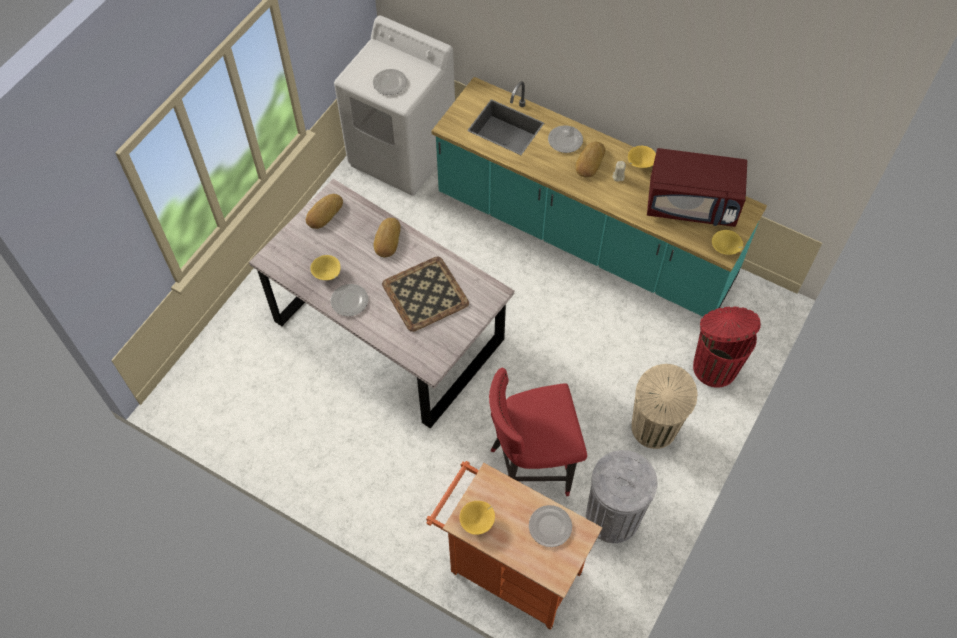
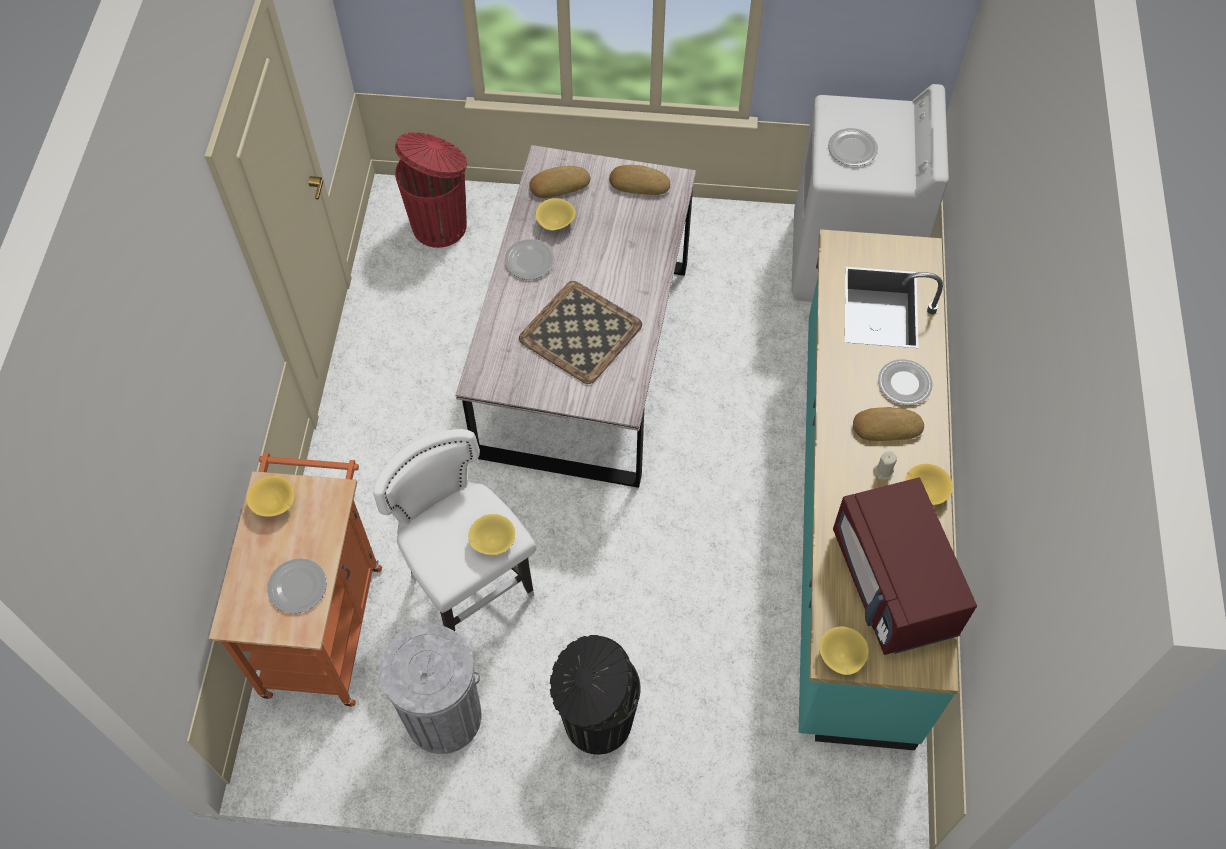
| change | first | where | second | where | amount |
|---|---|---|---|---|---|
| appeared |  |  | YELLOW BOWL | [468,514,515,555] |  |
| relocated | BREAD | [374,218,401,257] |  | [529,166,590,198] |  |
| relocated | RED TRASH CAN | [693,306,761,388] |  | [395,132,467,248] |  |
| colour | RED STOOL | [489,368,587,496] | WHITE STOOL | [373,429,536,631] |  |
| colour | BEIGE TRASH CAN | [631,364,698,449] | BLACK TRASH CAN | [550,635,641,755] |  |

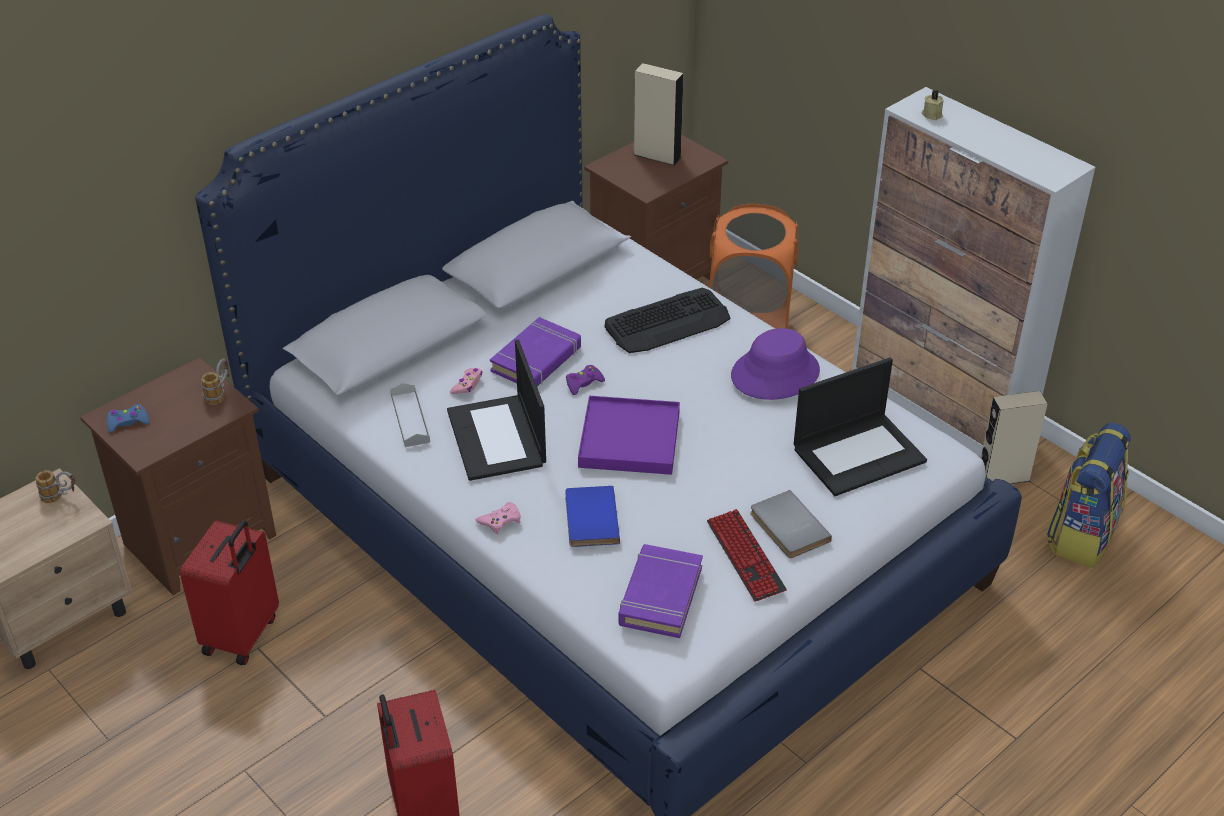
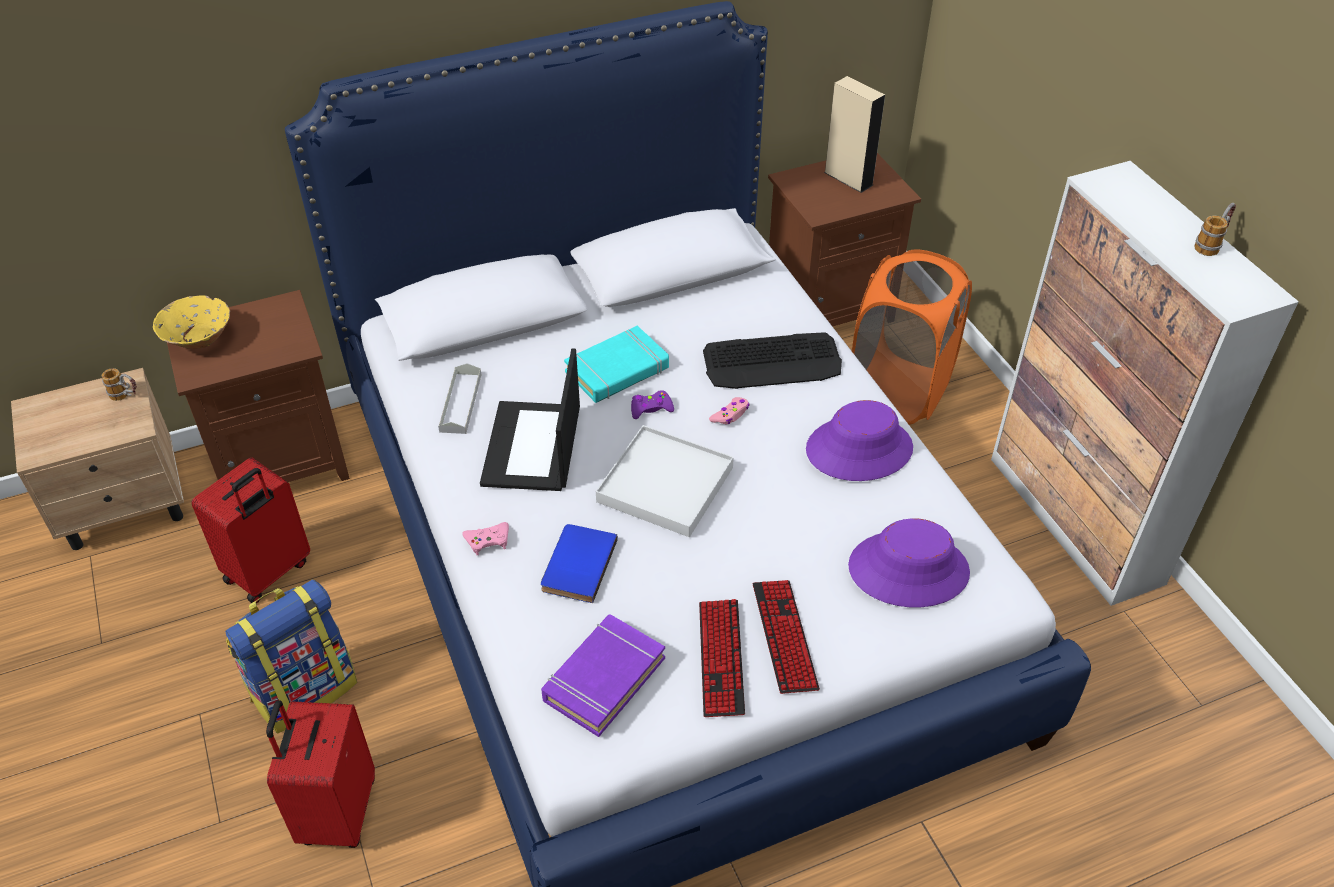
| change | first | where | second | where | amount |
|---|---|---|---|---|---|
| missing | BEIGE CANDLE | [922,90,944,120] |  |  |  |
| missing | BEIGE SPEAKER | [981,391,1048,484] |  |  |  |
| relocated | MUG | [201,359,230,405] |  | [1194,203,1236,256] |  |
| relocated | PINK GAME CONTROLLER | [450,368,482,394] |  | [709,397,750,424] |  |
| relocated | BACKPACK | [1046,423,1131,568] |  | [225,579,357,733] |  |
| exchanged | BLUE GAME CONTROLLER | [107,404,150,433] | YELLOW BOWL | [153,295,230,349] |  |
| exchanged | GREY BOOK | [750,490,832,558] | KEYBOARD | [753,580,820,694] |  |
| exchanged | LAPTOP | [794,358,927,496] | PURPLE HAT | [848,518,970,607] |  |
| colour | PURPLE BOOK | [490,317,581,386] | TURQUOISE BOOK | [564,326,669,403] |  |
| colour | PURPLE TRAY | [578,396,680,475] | WHITE TRAY | [596,425,734,537] |  |

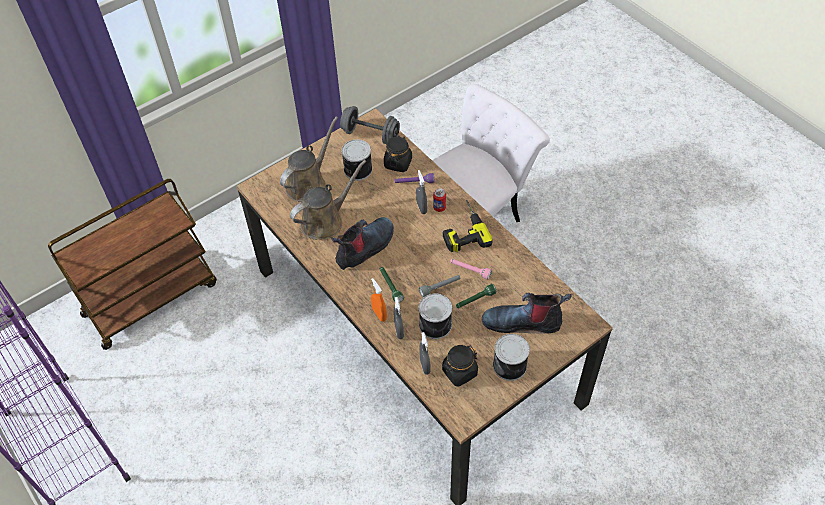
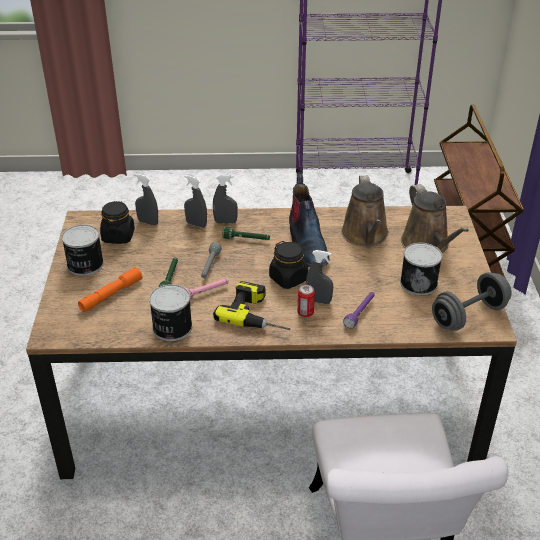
| change | first | where | second | where | amount |
|---|---|---|---|---|---|
| relocated | BLACK JAR | [384,135,412,172] |  | [269,241,308,289] |  |
| relocated | CAN | [419,293,452,339] |  | [149,284,192,341] |  |
| exchanged | BOOT | [482,293,572,334] | ORANGE FLASHLIGHT | [78,267,143,312] |  |
| colour | ORANGE SPRAY BOTTLE | [371,278,387,322] | GREY SPRAY BOTTLE | [213,174,238,224] |  |

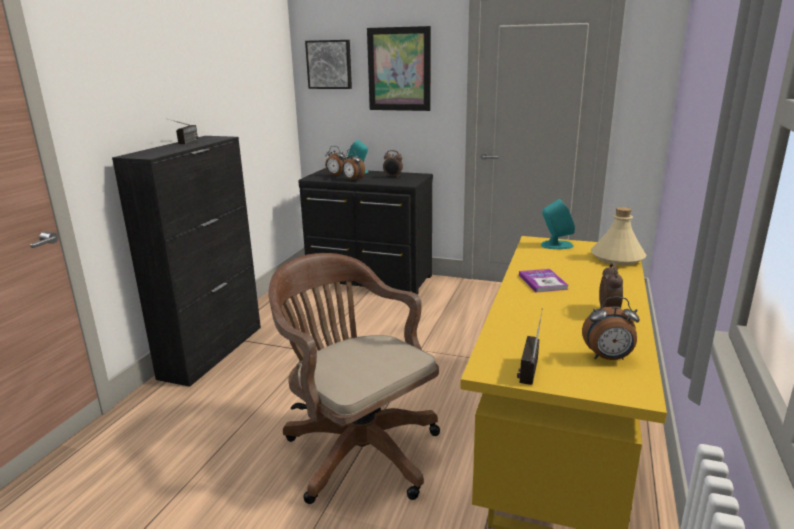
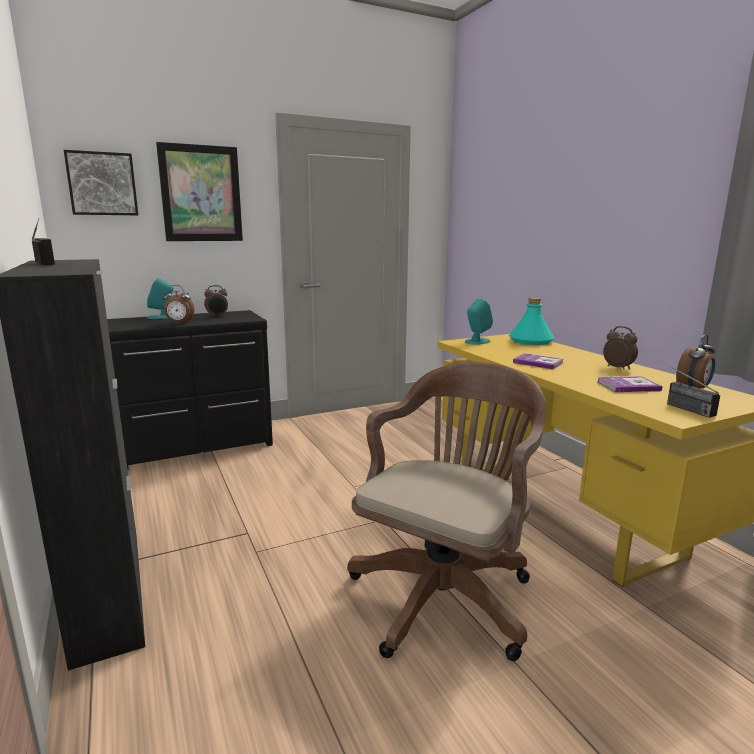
| change | first | where | second | where | amount |
|---|---|---|---|---|---|
| missing | ALARM CLOCK | [325,146,346,176] |  |  |  |
| appeared |  |  | BOOK | [598,376,663,392] |  |
| colour | BEIGE BOTTLE | [591,207,646,265] | TURQUOISE BOTTLE | [509,297,554,345] |  |
| spun | BROWN OFFICE CHAIR | [269,253,440,504] |  | [347,362,546,661] | 120 degrees clockwise |

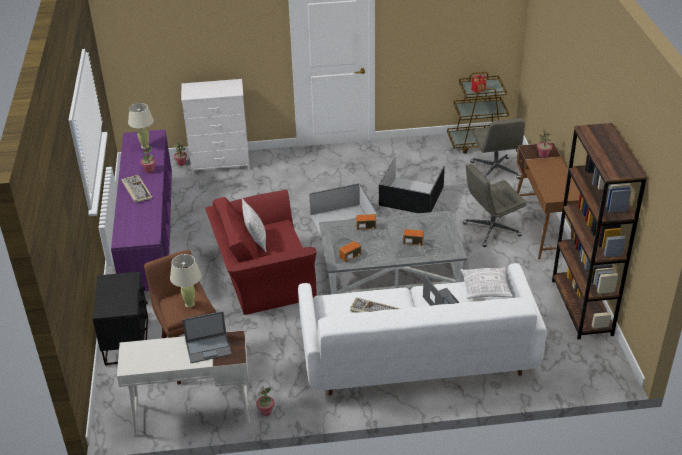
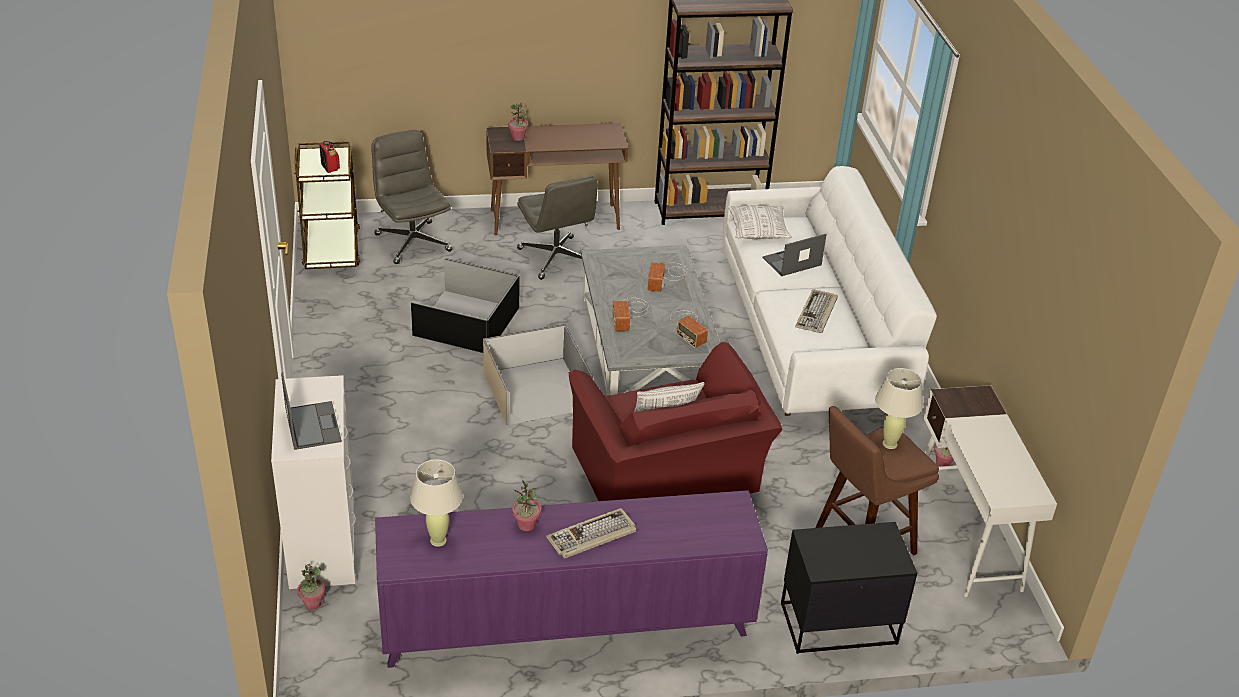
| change | first | where | second | where | amount |
|---|---|---|---|---|---|
| relocated | LAPTOP | [182,311,232,363] |  | [281,372,342,450] |  |
| spun | GREY OFFICE CHAIR | [470,118,525,179] |  | [371,130,452,264] | 105 degrees counterclockwise |

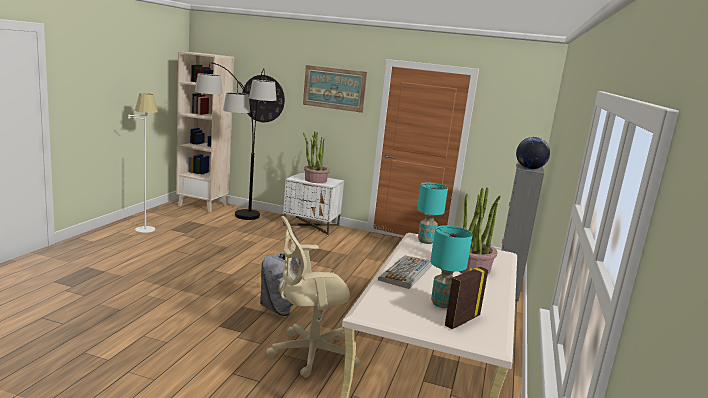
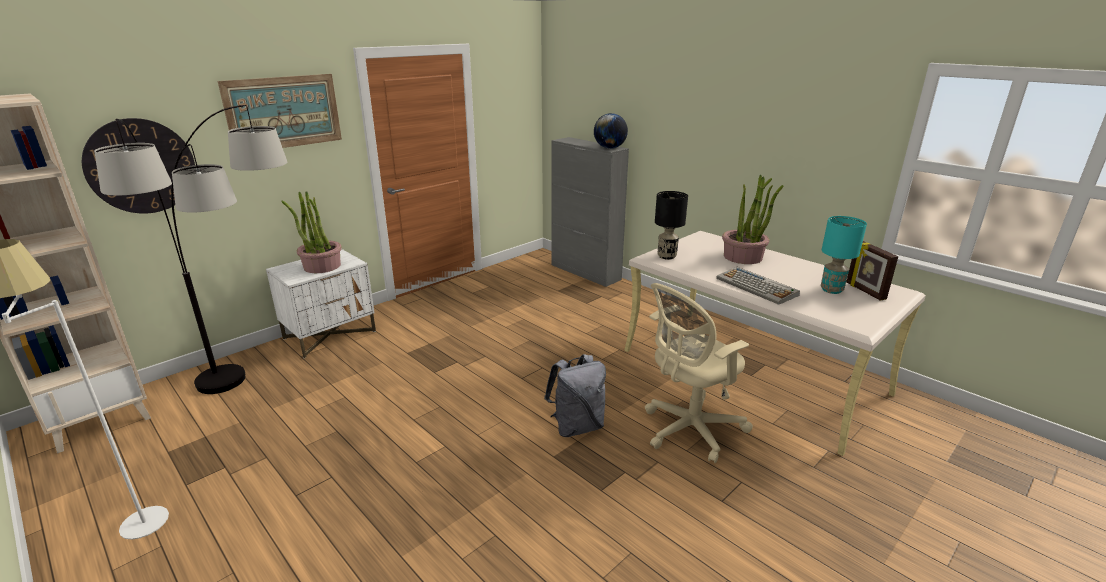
| change | first | where | second | where | amount |
|---|---|---|---|---|---|
| colour | TURQUOISE TABLE LAMP | [417,183,448,244] | BLACK TABLE LAMP | [655,191,688,260] |  |
| spun | BEIGE OFFICE CHAIR | [266,216,360,378] |  | [645,283,753,463] | 45 degrees clockwise |

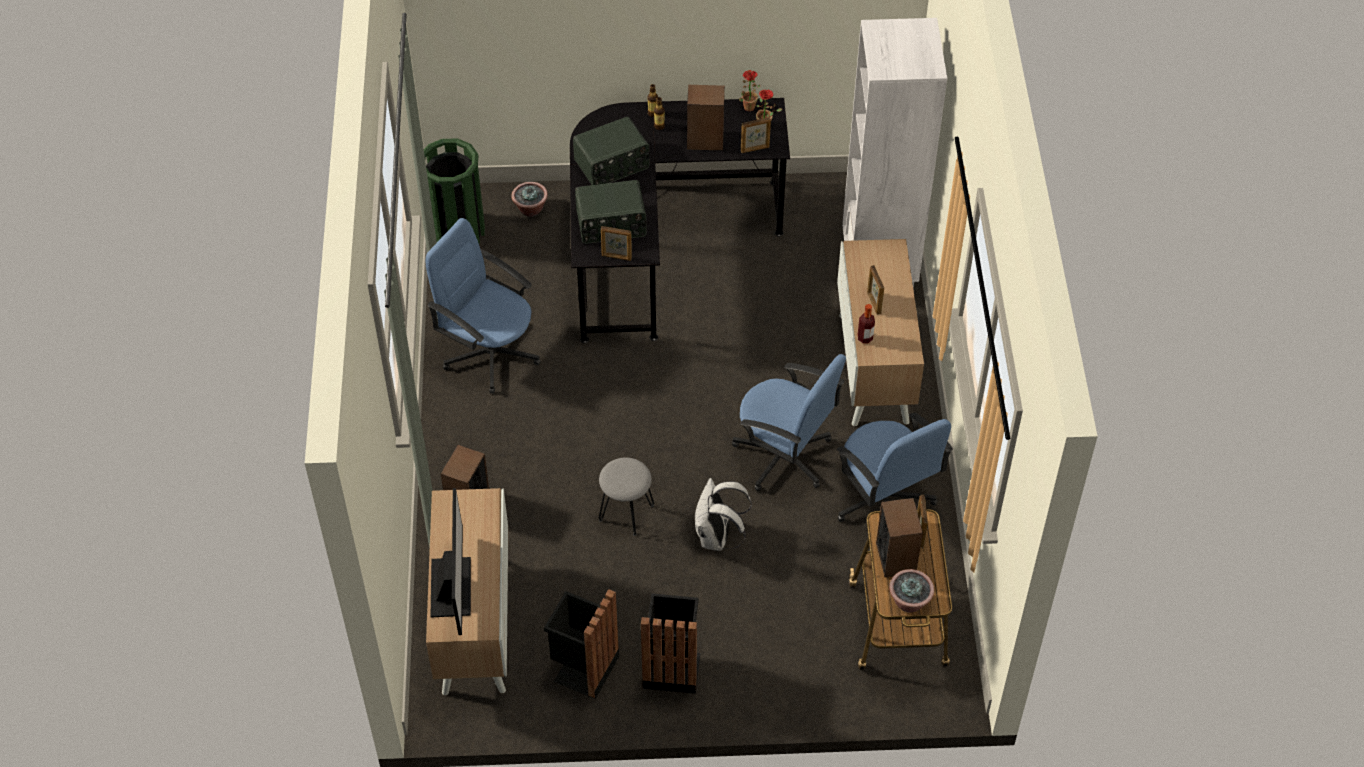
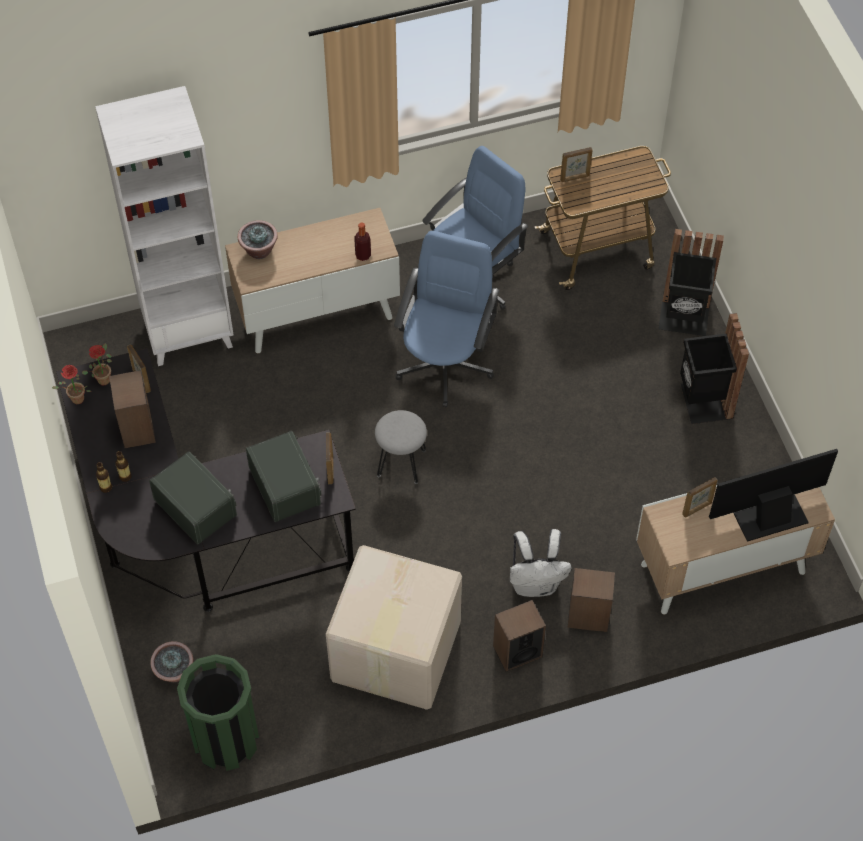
| change | first | where | second | where | amount |
|---|---|---|---|---|---|
| relocated | BLACK TRASH CAN | [544,589,619,699] |  | [658,229,724,336] |  |
| relocated | GREY STOOL | [599,458,654,536] |  | [375,410,427,484] |  |
| relocated | WHITE BACKPACK | [694,478,752,551] |  | [510,529,572,597] |  |
| relocated | PICTURE FRAME | [867,265,884,315] |  | [682,477,717,517] |  |
| relocated | SPEAKER | [876,498,923,577] |  | [493,600,546,672] |  |
| relocated | POTTED PLANT | [889,569,934,613] |  | [237,220,278,259] |  |
| exchanged | BLUE OFFICE CHAIR | [425,218,540,394] | CARDBOARD BOX | [326,545,462,710] |  |

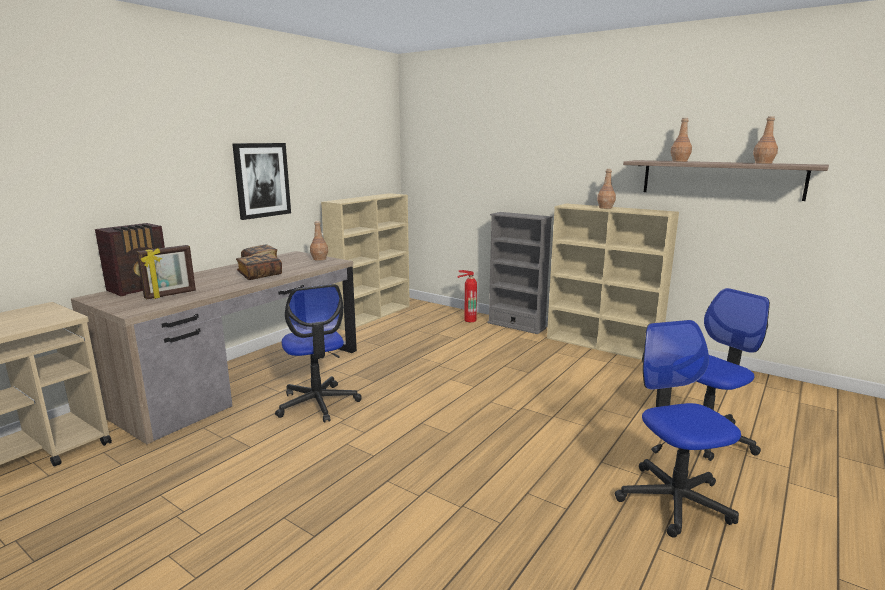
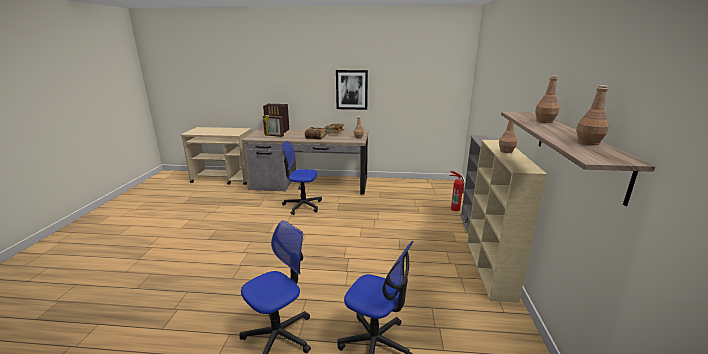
| change | first | where | second | where | amount |
|---|---|---|---|---|---|
| missing | BEIGE BOOKCASE | [321,193,410,331] |  |  |  |
| spun | OFFICE CHAIR | [275,284,362,423] |  | [282,141,322,215] | 60 degrees clockwise |

